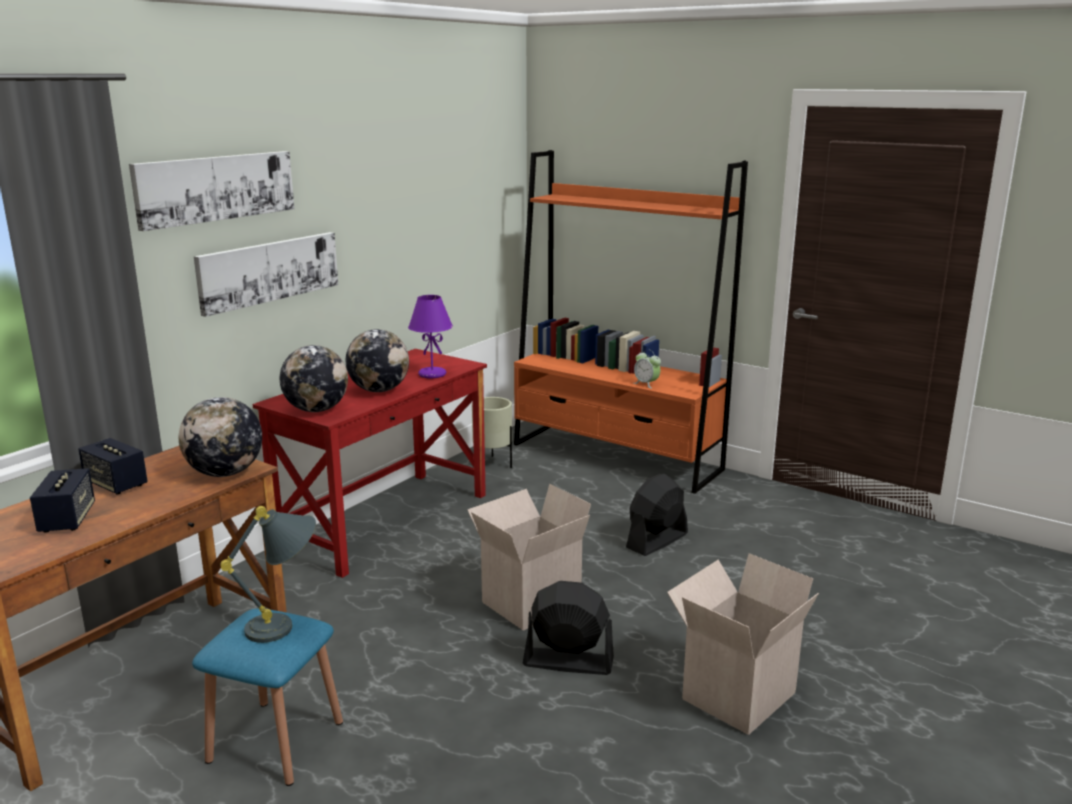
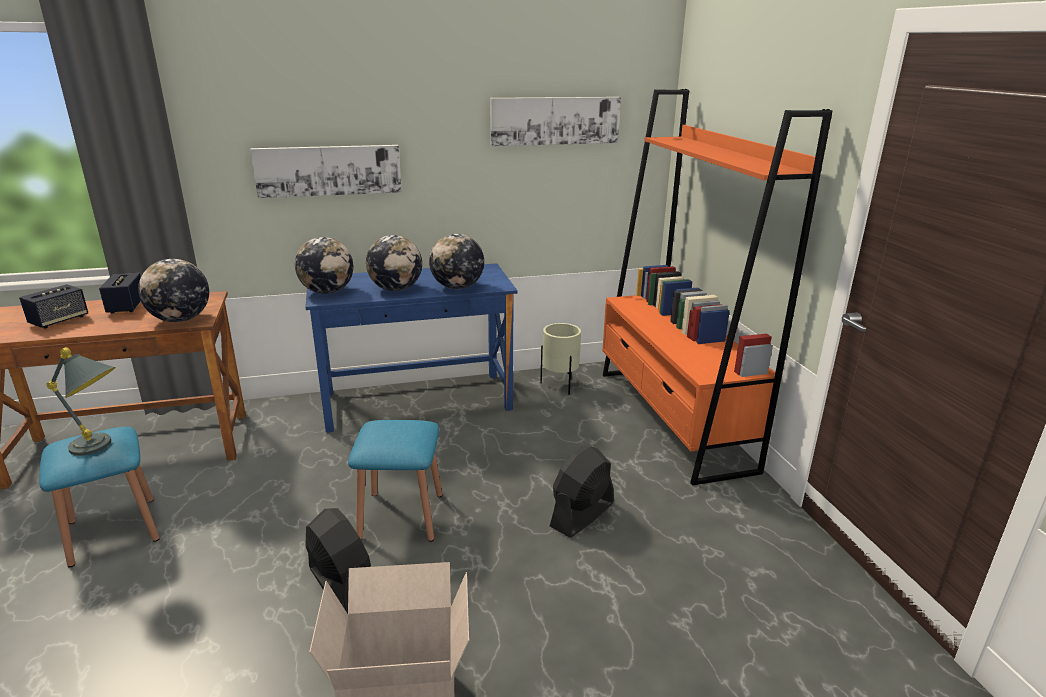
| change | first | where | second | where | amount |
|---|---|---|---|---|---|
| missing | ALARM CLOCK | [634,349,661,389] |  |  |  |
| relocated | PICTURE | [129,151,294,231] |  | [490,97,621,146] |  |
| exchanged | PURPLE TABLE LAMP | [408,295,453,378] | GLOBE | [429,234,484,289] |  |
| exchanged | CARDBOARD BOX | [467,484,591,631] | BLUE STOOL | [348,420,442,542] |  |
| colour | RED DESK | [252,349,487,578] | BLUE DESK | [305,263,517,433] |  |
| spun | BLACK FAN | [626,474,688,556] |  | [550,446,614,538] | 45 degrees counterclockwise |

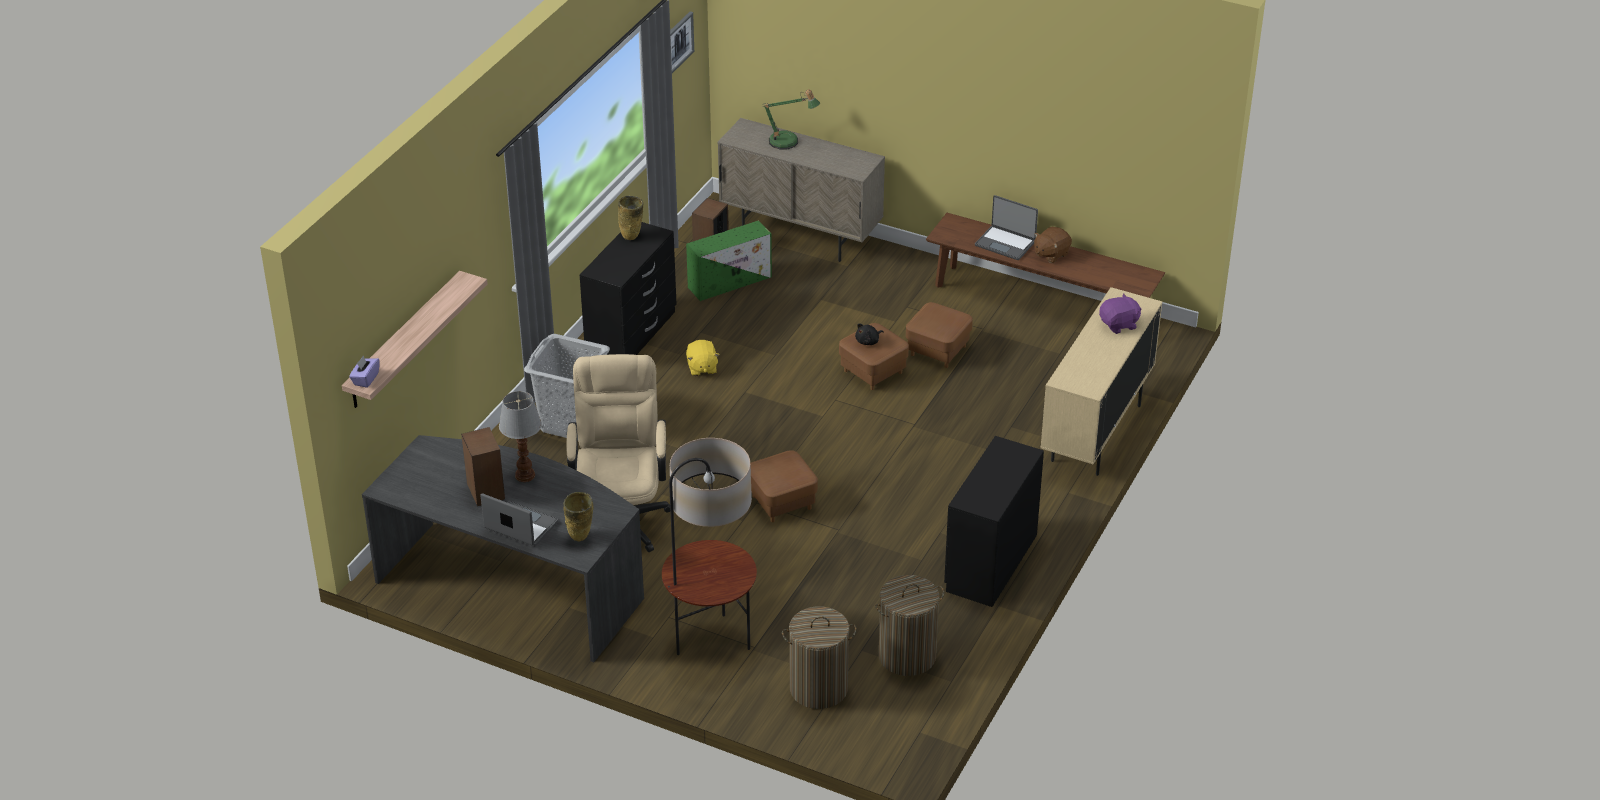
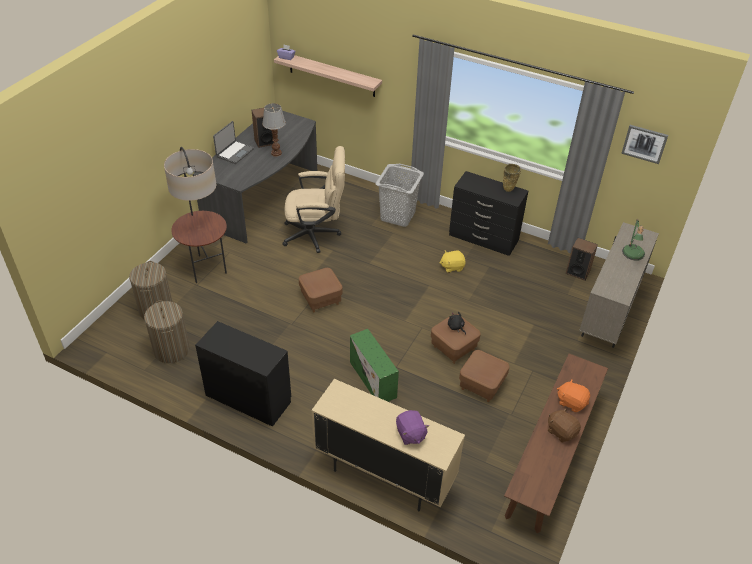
| change | first | where | second | where | amount |
|---|---|---|---|---|---|
| missing | BEIGE VASE | [564,492,594,541] |  |  |  |
| relocated | GREEN STORAGE BOX | [686,220,772,301] |  | [350,329,399,402] |  |
| exchanged | LAPTOP | [975,195,1038,260] | ORANGE PLUSH TOY | [557,380,590,412] |  |

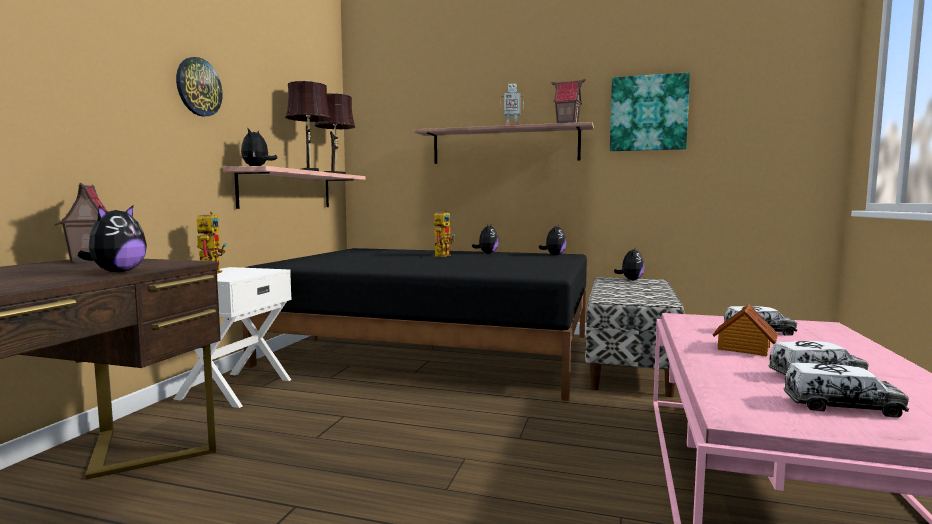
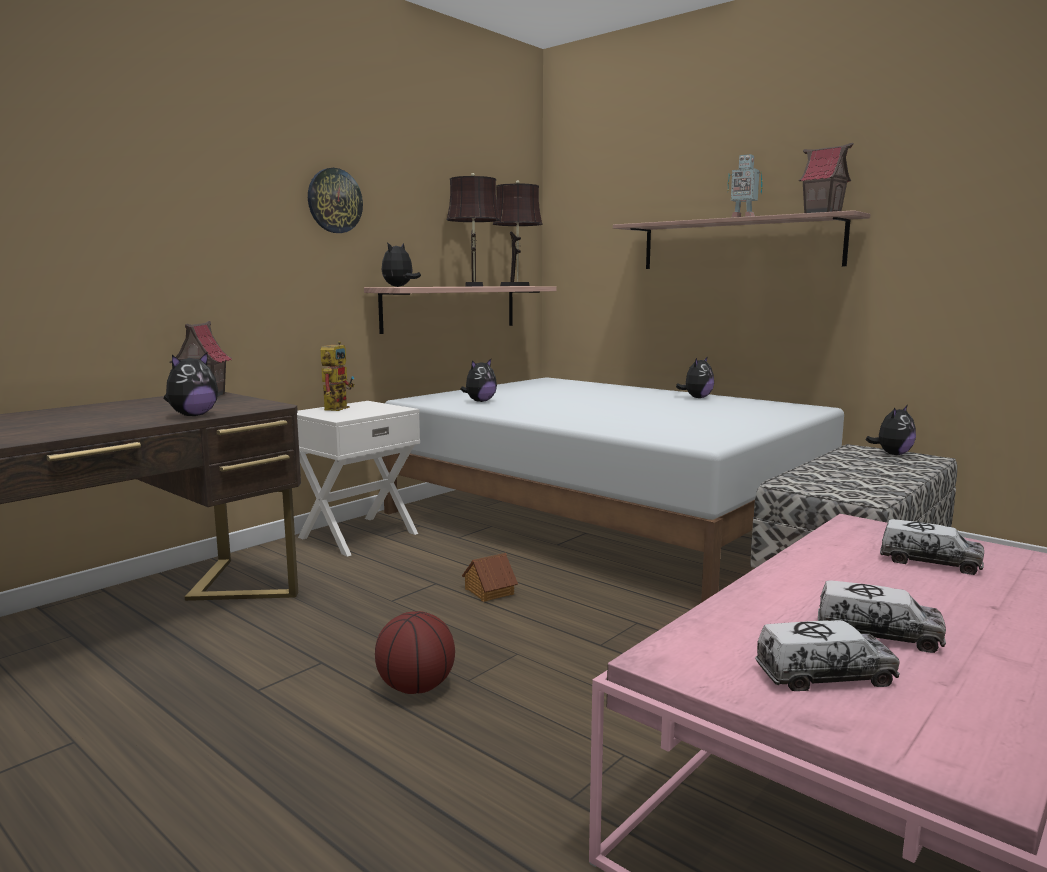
| change | first | where | second | where | amount |
|---|---|---|---|---|---|
| missing | TOY ROBOT | [434,210,455,257] |  |  |  |
| missing | PICTURE | [610,72,690,151] |  |  |  |
| appeared |  |  | BASKETBALL | [375,611,455,694] |  |
| relocated | PLUSH TOY | [539,225,566,255] |  | [460,359,497,402] |  |
| relocated | TOY HOUSE | [713,304,778,356] |  | [462,553,518,602] |  |
| colour | BLACK BED | [242,248,587,401] | WHITE BED | [382,377,844,603] |  |
| spun | TOY TRUCK | [783,363,909,418] |  | [755,620,900,691] | 45 degrees counterclockwise |

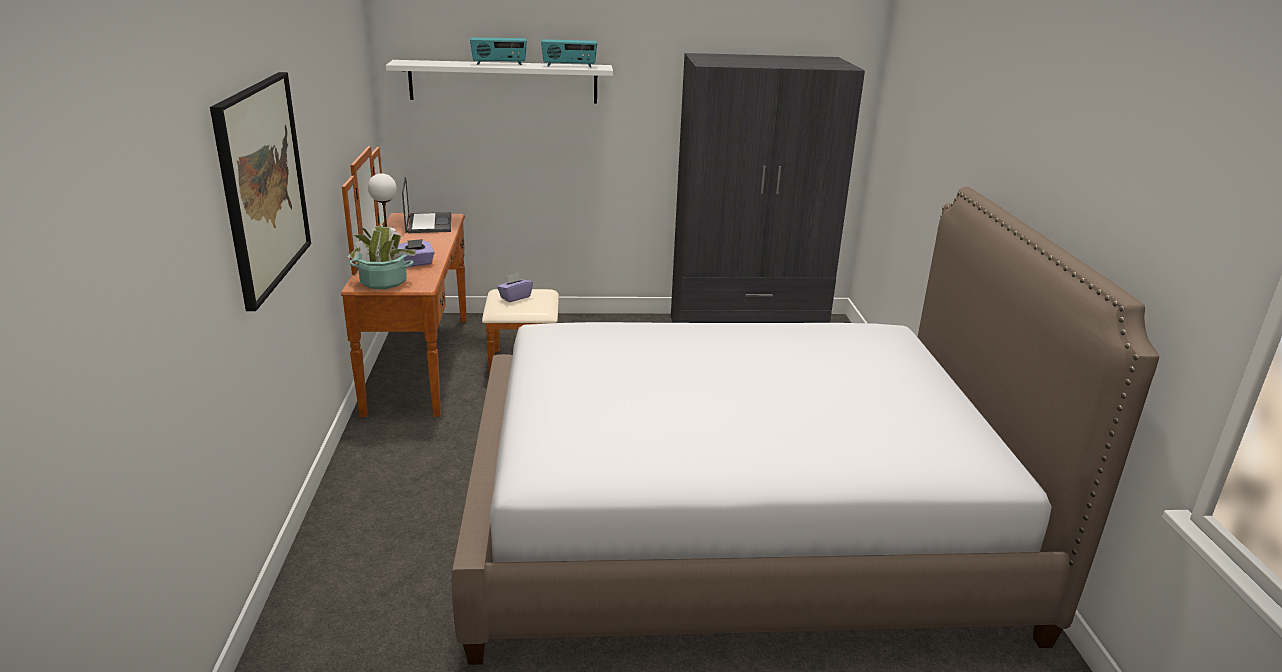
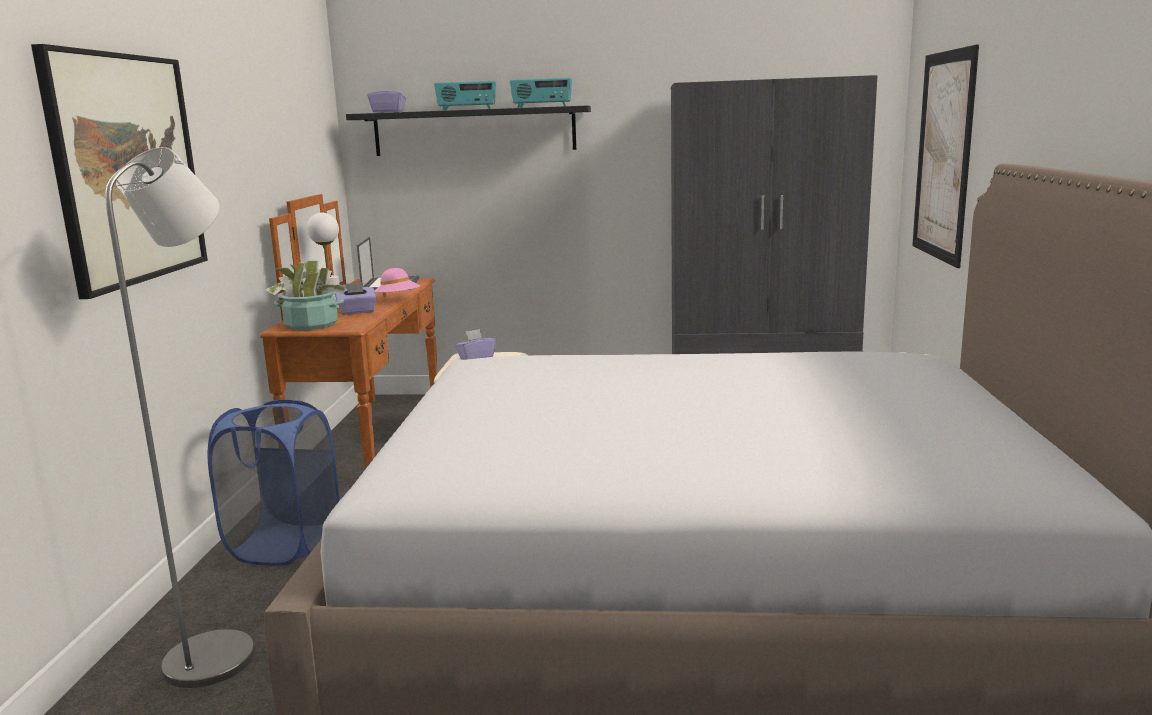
| change | first | where | second | where | amount |
|---|---|---|---|---|---|
| appeared |  |  | GREY FLOOR LAMP | [105,147,255,688] |  |
| appeared |  |  | BLUE LAUNDRY BASKET | [207,399,339,566] |  |
| appeared |  |  | PURPLE TISSUE BOX | [367,85,406,113] |  |
| appeared |  |  | PINK HAT | [374,268,421,298] |  |
| appeared |  |  | PICTURE | [912,44,979,268] |  |
| colour | WHITE SHELF | [386,60,613,104] | BLACK SHELF | [346,105,591,156] |  |

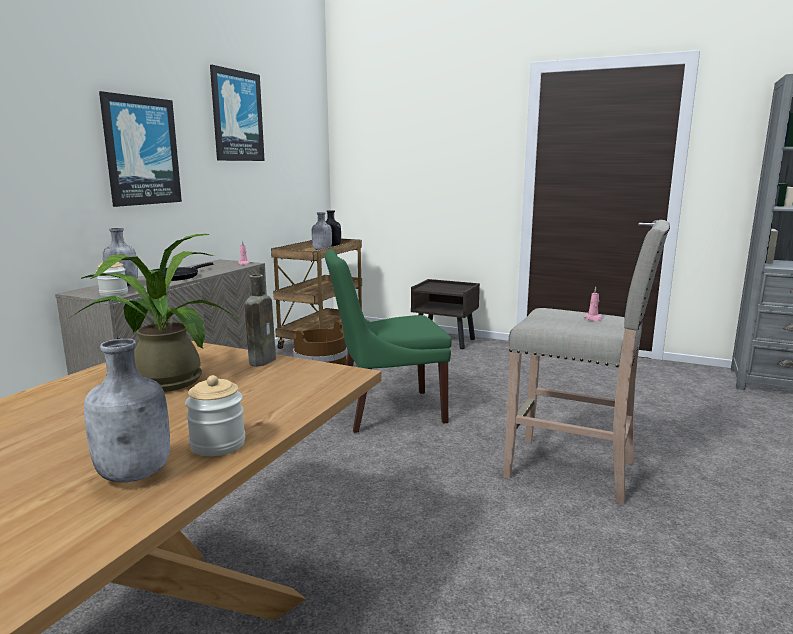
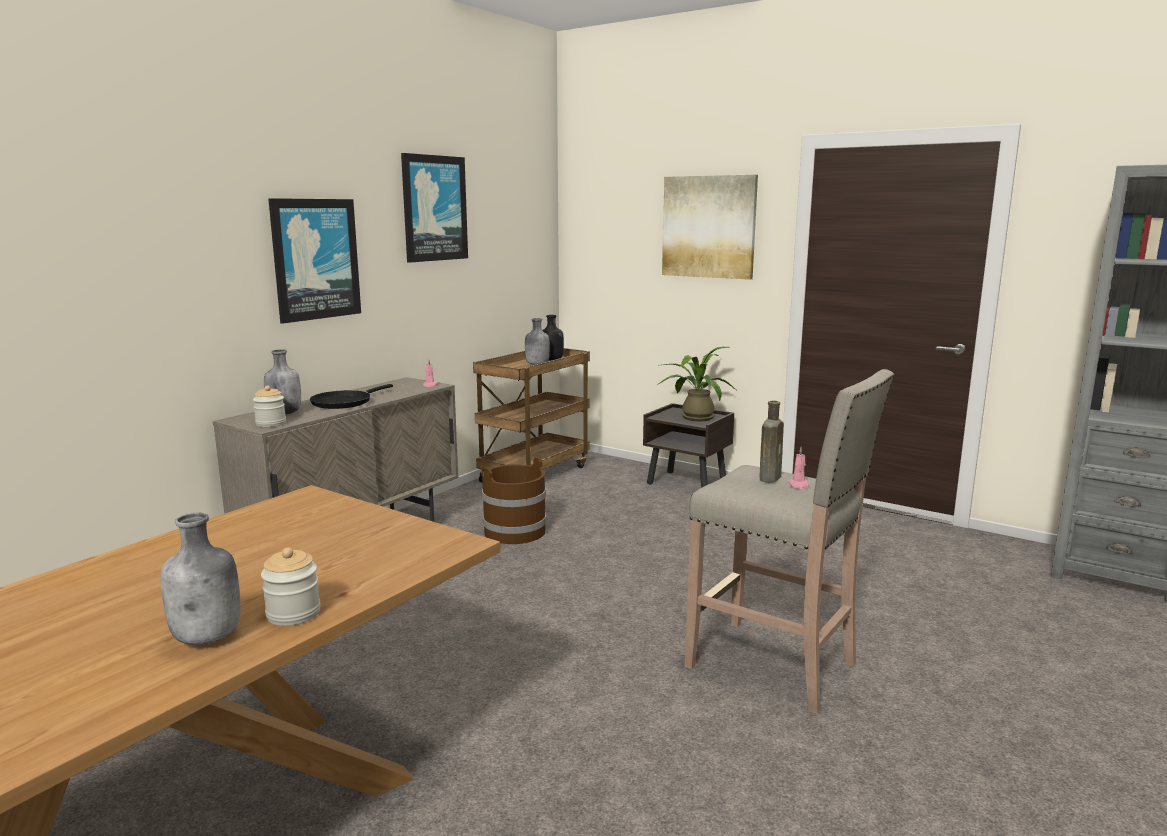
| change | first | where | second | where | amount |
|---|---|---|---|---|---|
| missing | GREEN CHAIR | [325,250,452,433] |  |  |  |
| appeared |  |  | PICTURE | [662,175,758,280] |  |
| relocated | POTTED PLANT | [68,234,243,392] |  | [657,347,736,421] |  |
| relocated | BROWN BOTTLE | [245,274,276,367] |  | [760,401,784,483] |  |

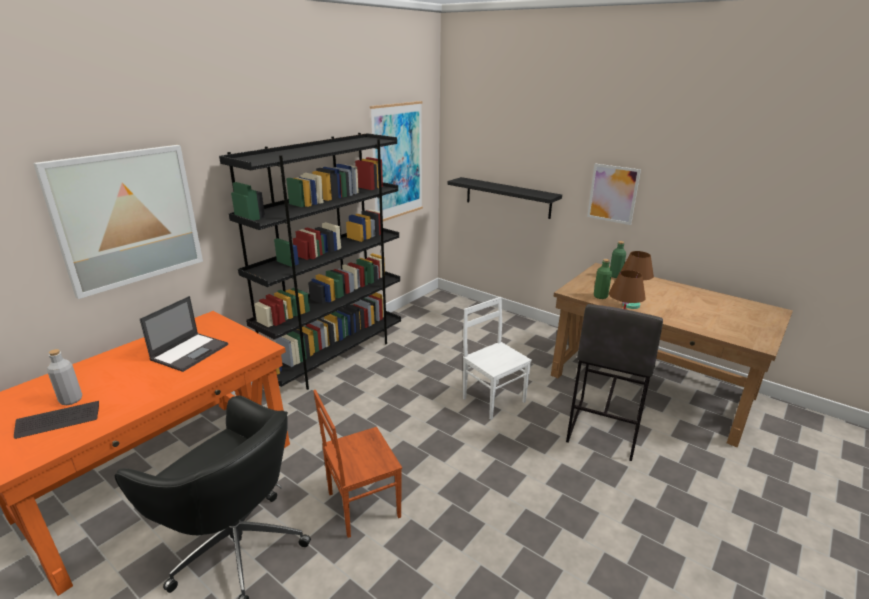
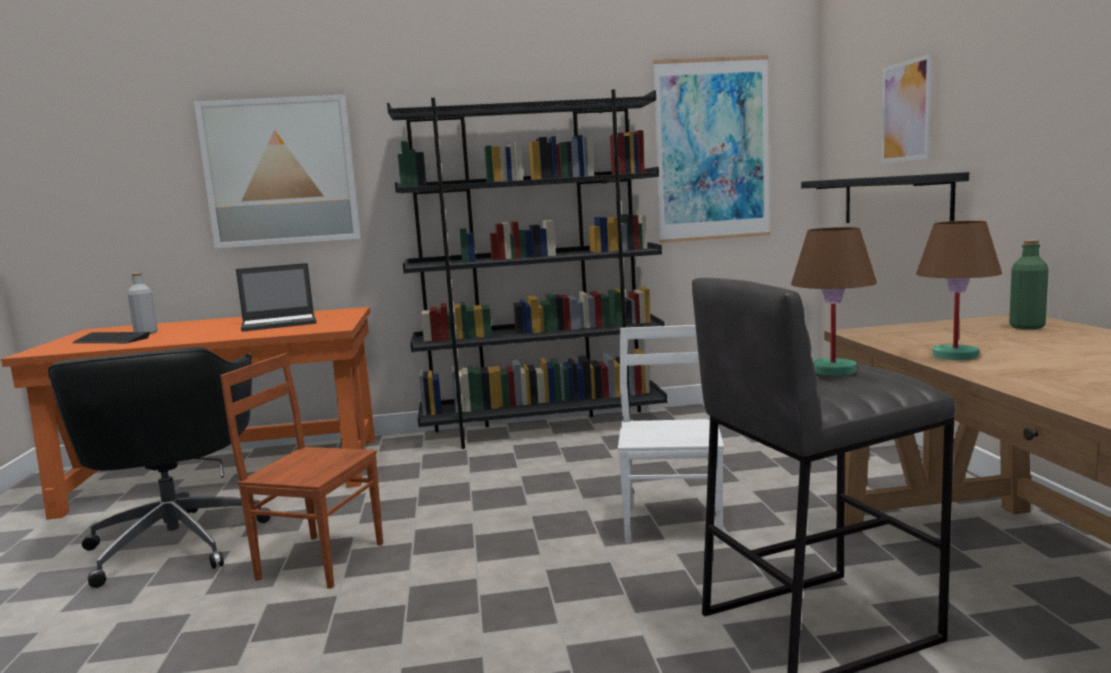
| change | first | where | second | where | amount |
|---|---|---|---|---|---|
| missing | GREEN BOTTLE | [594,259,612,299] |  |  |  |
| relocated | PICTURE | [587,163,641,225] |  | [881,54,932,163] |  |

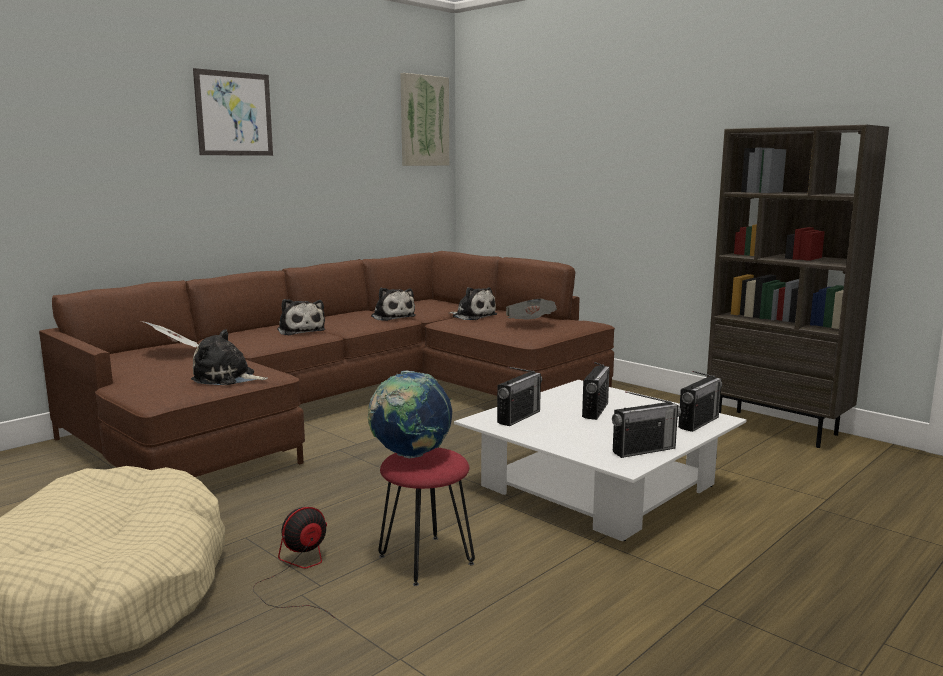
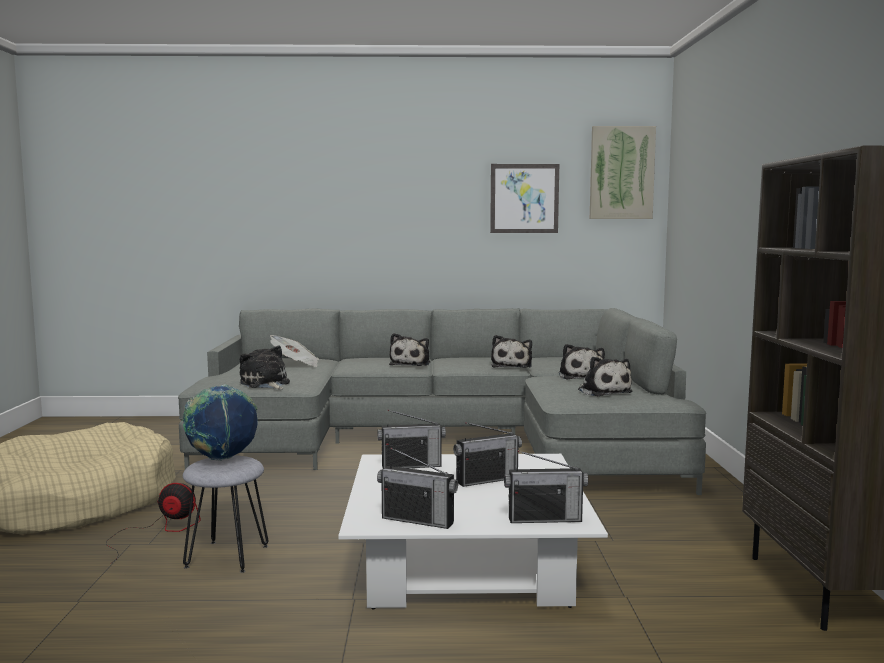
| change | first | where | second | where | amount |
|---|---|---|---|---|---|
| relocated | PICTURE | [193,68,273,156] |  | [490,164,559,233] |  |
| exchanged | NEWSPAPER | [506,299,557,319] | PLUSH TOY | [578,357,633,396] |  |
| colour | BROWN SOFA | [39,251,615,477] | GREY SOFA | [178,308,707,495] |  |
| colour | RED STOOL | [378,448,475,586] | GREY STOOL | [183,455,268,573] |  |

